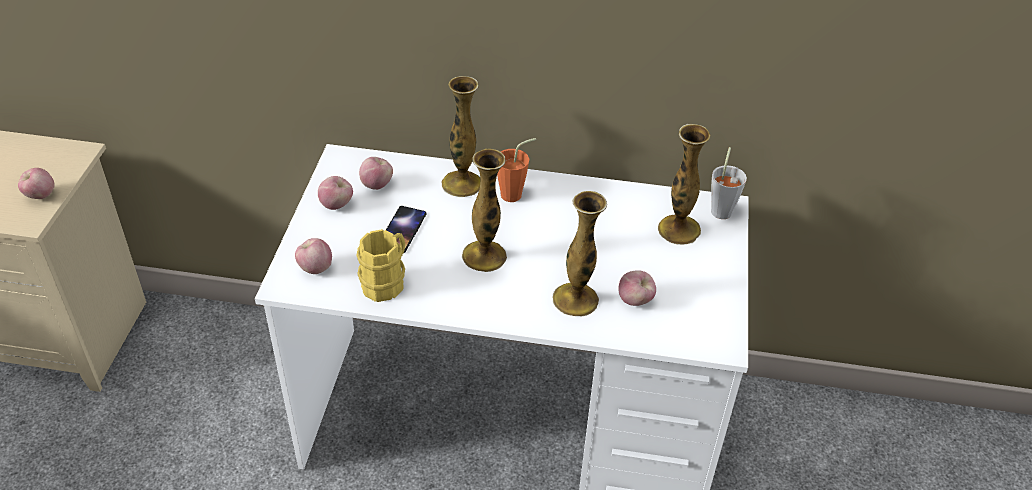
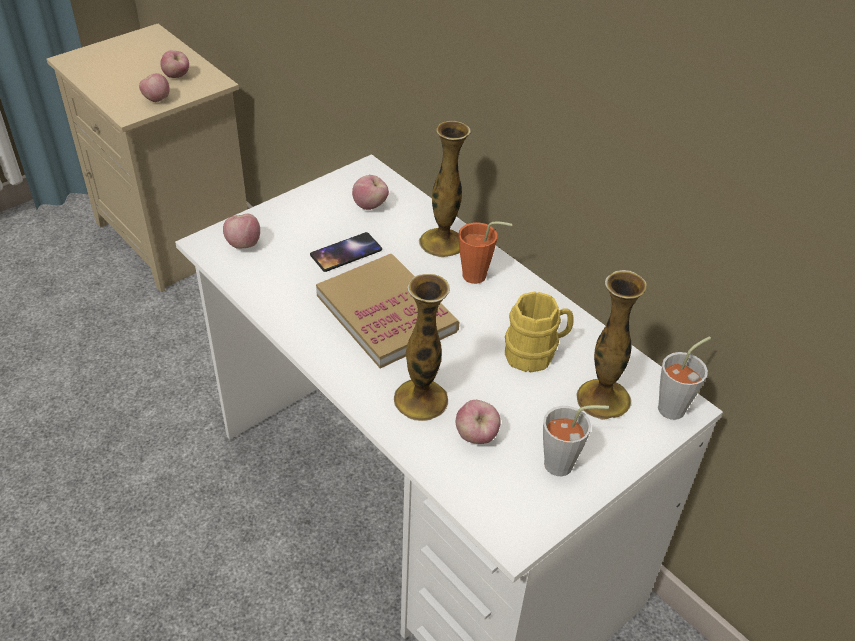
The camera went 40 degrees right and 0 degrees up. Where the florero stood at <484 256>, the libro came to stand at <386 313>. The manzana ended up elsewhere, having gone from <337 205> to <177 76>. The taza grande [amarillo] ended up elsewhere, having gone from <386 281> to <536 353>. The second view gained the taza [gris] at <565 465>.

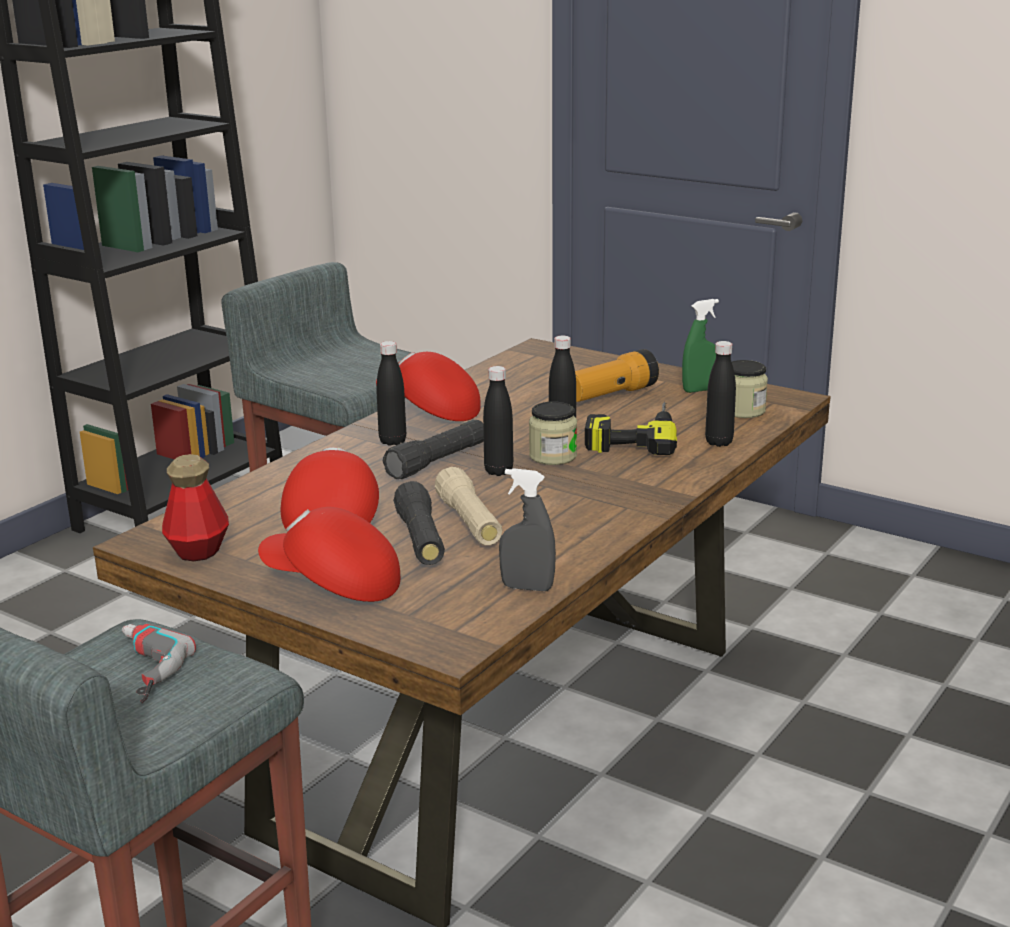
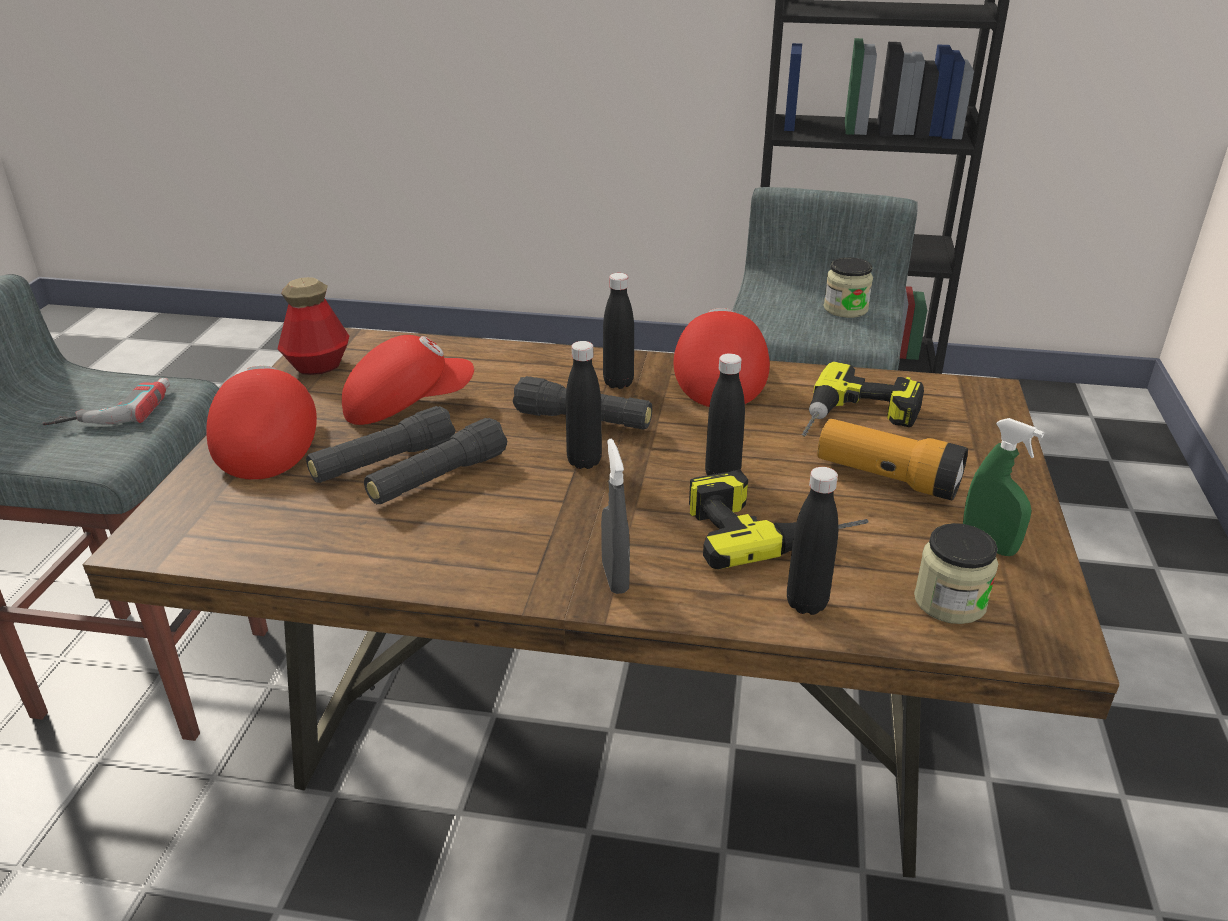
The camera went 65 degrees right and 10 degrees up. The tarro ended up elsewhere, having gone from <553 456> to <845 309>. What was the linterna [beis] at <469 522> turned into the linterna [negro] at <438 478>. The pulverizador [gris] ended up elsewhere, having gone from <527 587> to <615 577>. The second view gained the taladro at <857 420>.

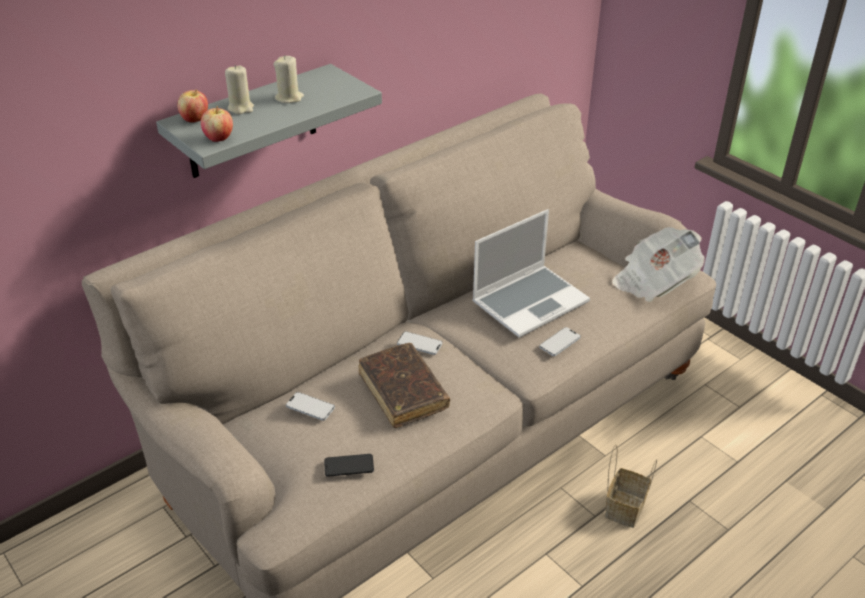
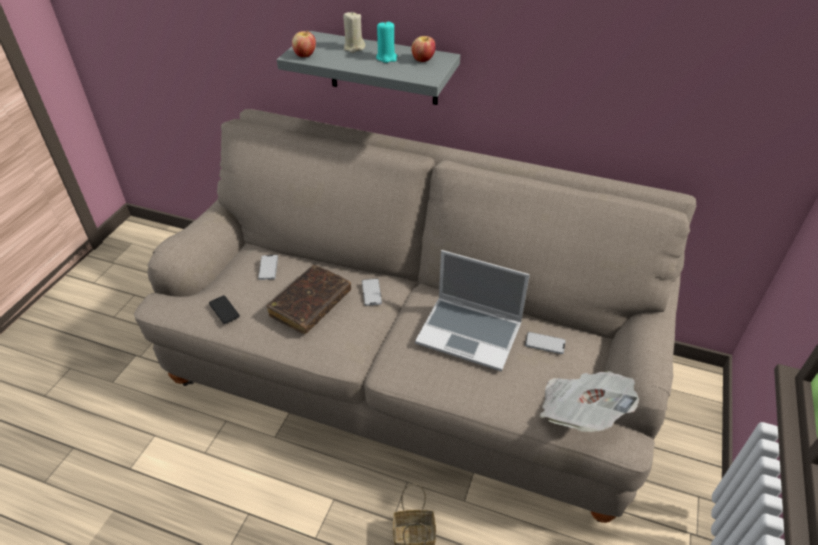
The camera went 60 degrees right and 5 degrees up. What was the vela [beis] at <289 98> turned into the vela [turquesa] at <386 58>. The manzana ended up elsewhere, having gone from <195 119> to <423 60>. The móvil ended up elsewhere, having gone from <559 342> to <545 343>.

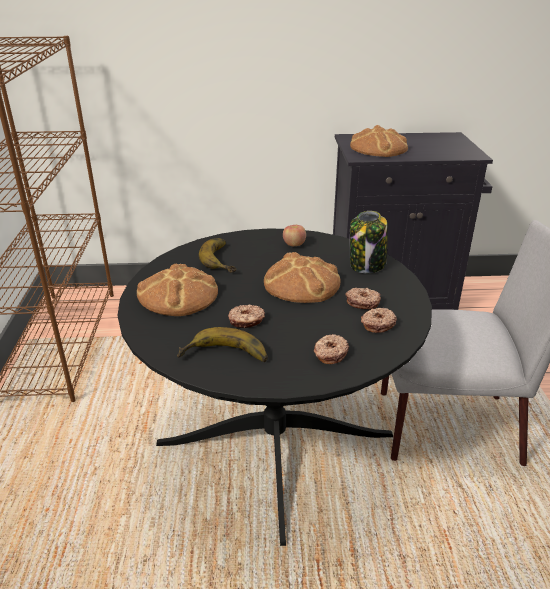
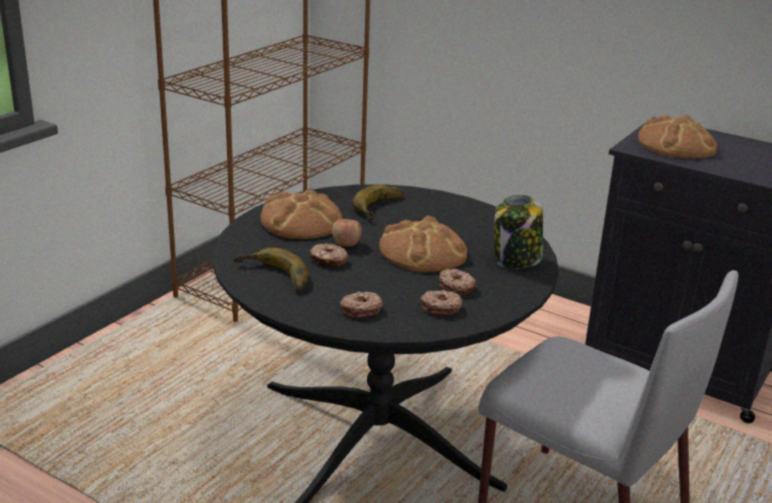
The camera went 35 degrees right and 5 degrees down. The manzana ended up elsewhere, having gone from <294 244> to <346 244>.

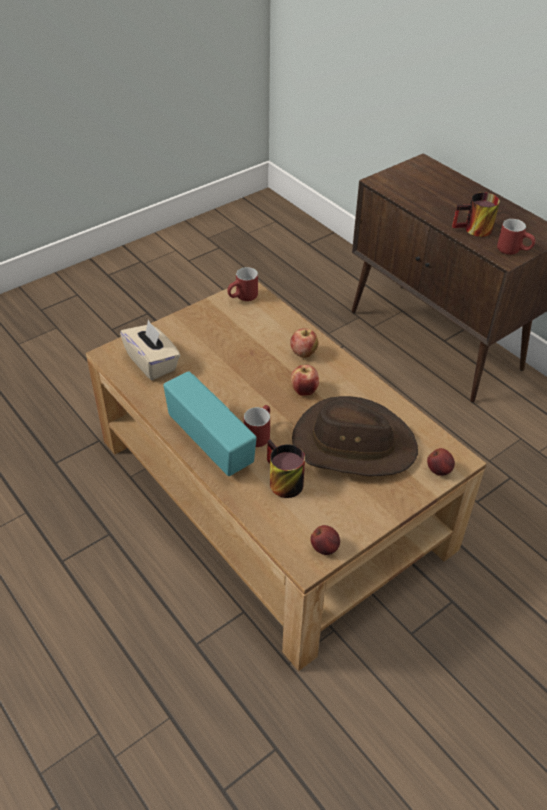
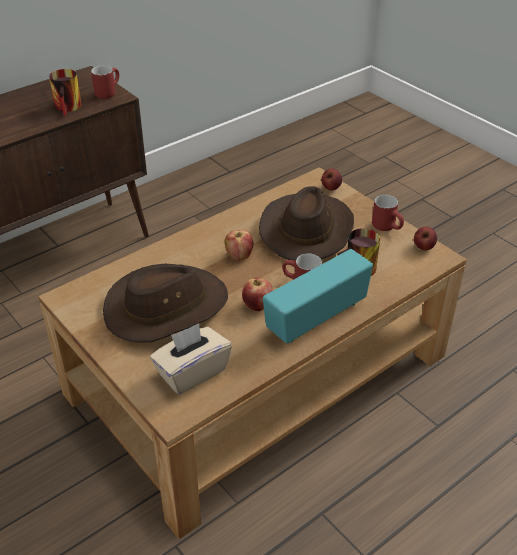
The camera went 90 degrees left and 5 degrees down. The taza grande [rojo] ended up elsewhere, having gone from <243 298> to <388 227>. The manzana ended up elsewhere, having gone from <303 353> to <257 306>. The second view gained the sombrero [marrón] at <165 307>.

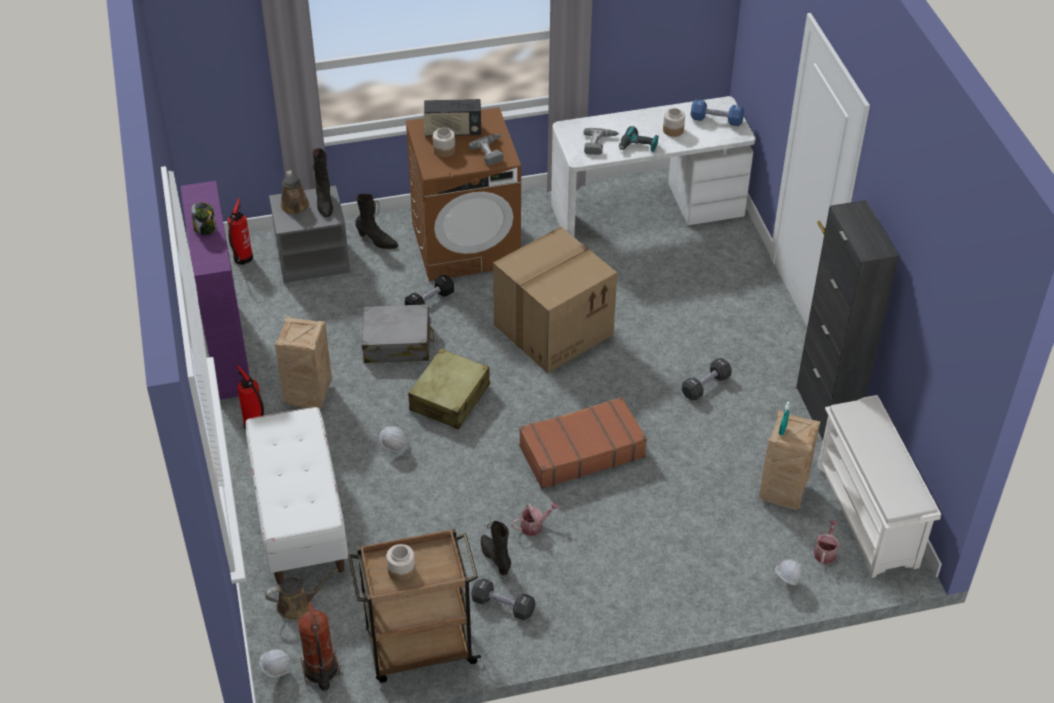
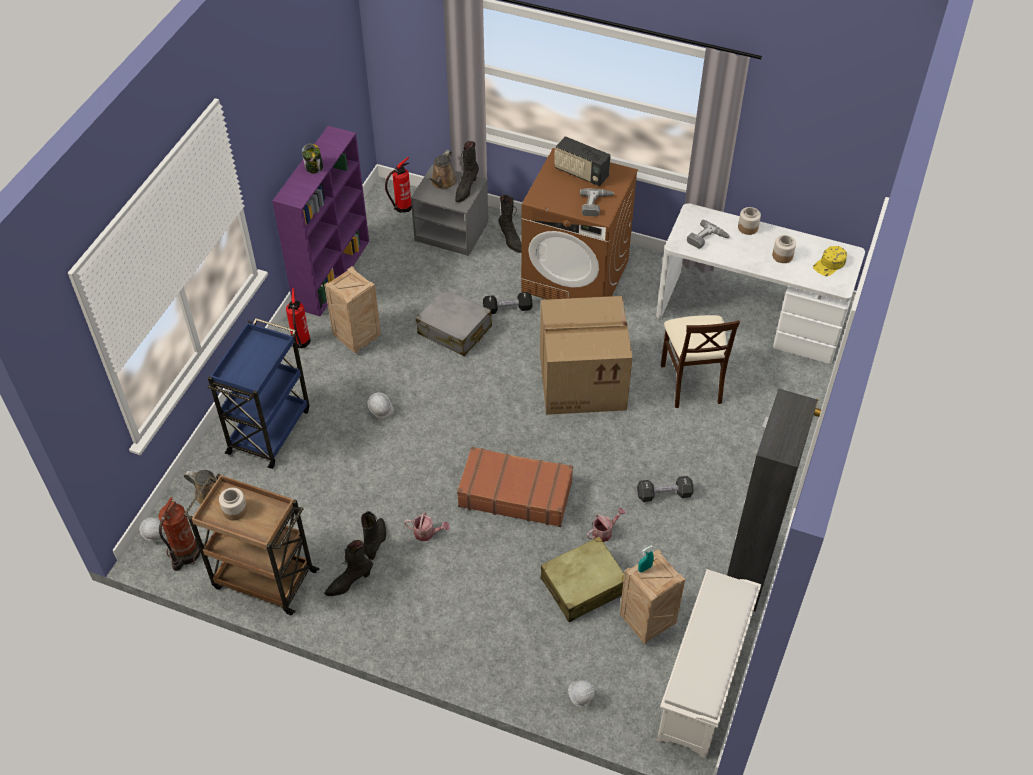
The camera went 35 degrees right and 5 degrees up. Where the mancuerna [azul] stood at <716 120>, the gorra [amarillo] came to stand at <829 264>. The second view lost the taladro at <638 146>. The tarro ended up elsewhere, having gone from <444 150> to <748 227>. The maleta [beis] ended up elsewhere, having gone from <450 398> to <584 586>. Where the banco [blanco] stood at <299 518>, the carrito [azul] came to stand at <270 430>. The regadera ended up elsewhere, having gone from <825 552> to <604 532>. Where the mancuerna [negro] stood at <503 606>, the bota [negro] came to stand at <349 583>. The second view gained the silla [beis] at <692 382>.

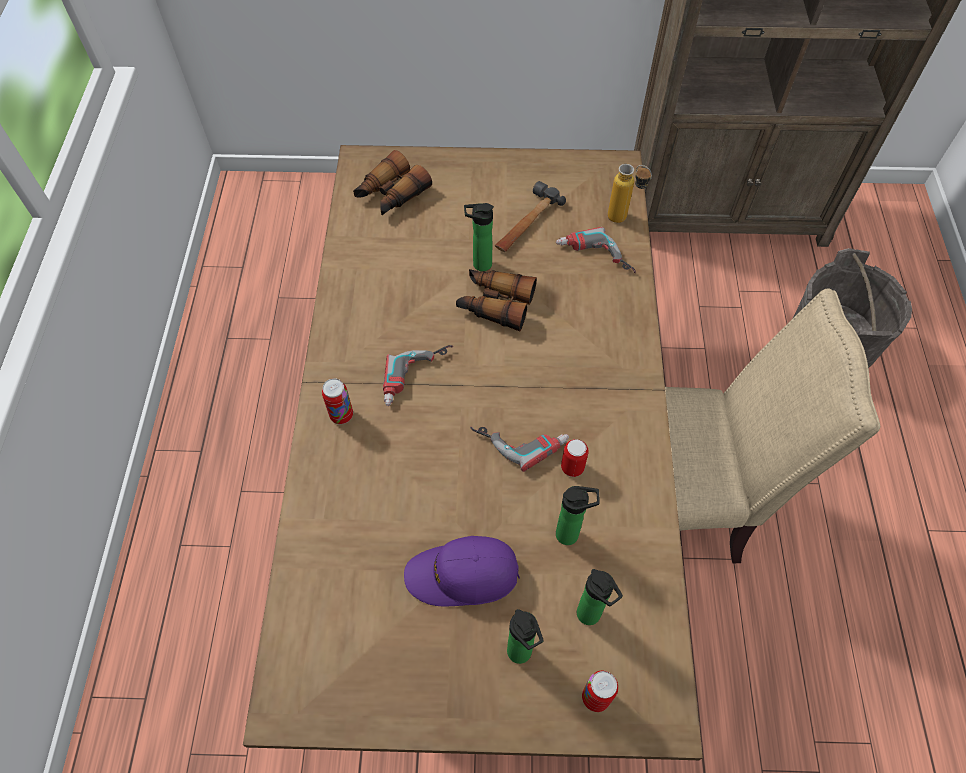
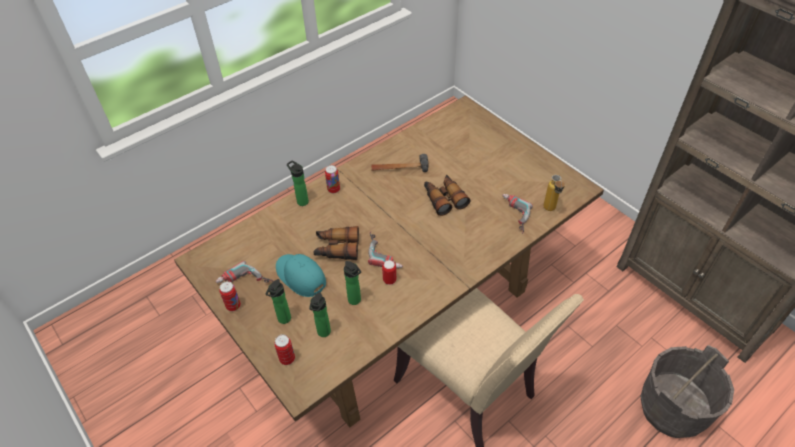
The camera went 50 degrees right and 10 degrees down. The prismáticos ended up elsewhere, having gone from <391 194> to <337 248>. The martillo ended up elsewhere, having gone from <526 223> to <399 168>. The botella ended up elsewhere, having gone from <479 264> to <301 201>. The taladro ended up elsewhere, having gone from <418 378> to <244 283>. What was the gorra [morado] at <462 575> turned into the gorra [turquesa] at <300 276>. The second view gained the lata at <233 306>.

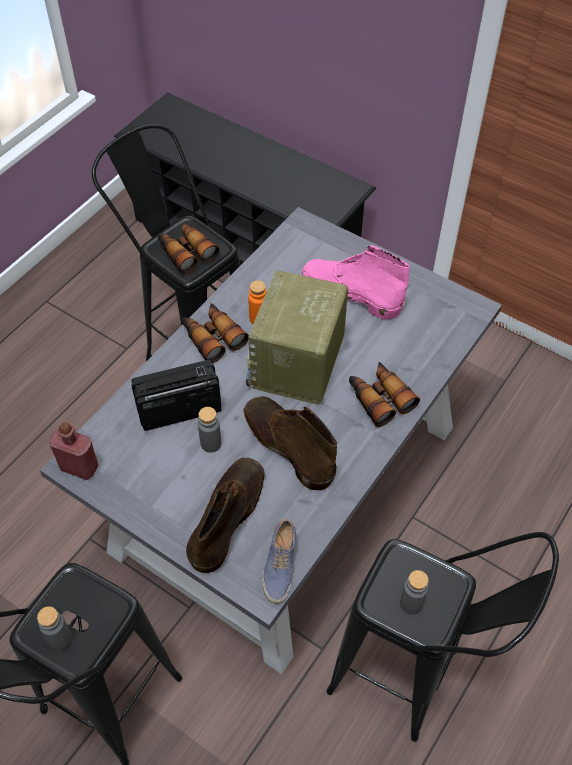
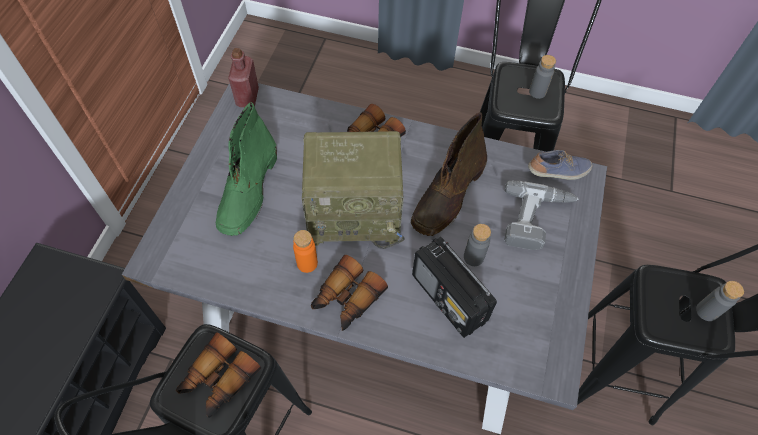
The camera went 110 degrees left and 5 degrees up. What was the bota [rosa] at <350 293> turned into the bota [verde] at <248 191>. The botella [rojo] ended up elsewhere, having gone from <79 467> to <247 97>. Where the bota [marrón] stood at <227 516>, the taladro came to stand at <537 220>.

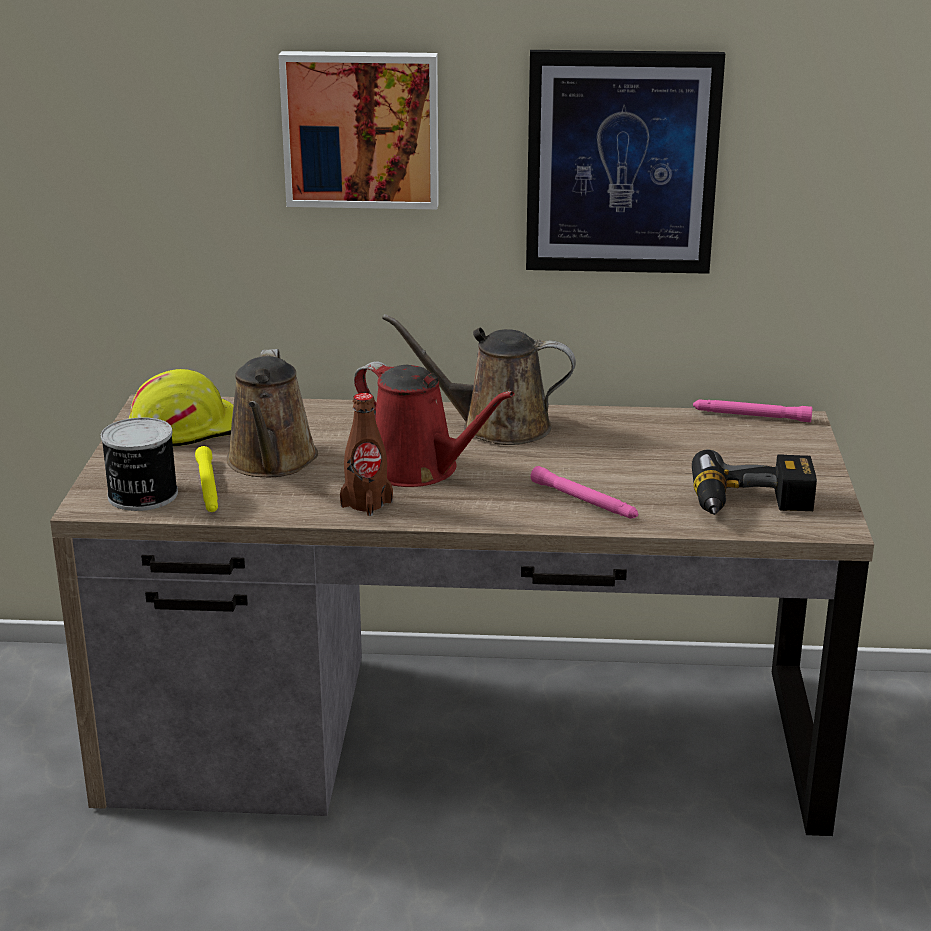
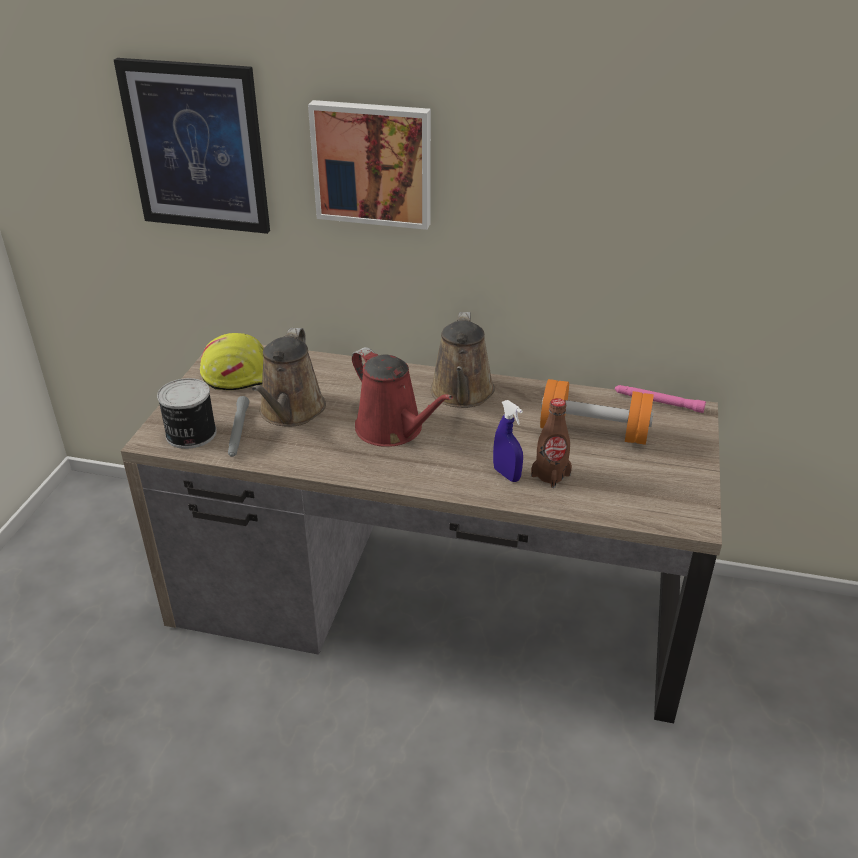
The camera went 10 degrees right and 10 degrees up. The cuadro ended up elsewhere, having gone from <621 163> to <196 147>. The regadera [marrón] at <496 427> ended up facing another way, 105 degrees counterclockwise from before. The botella [marrón] ended up elsewhere, having gone from <366 504> to <550 475>. What was the linterna [amarillo] at <208 487> turned into the linterna [gris] at <238 431>. The second view lost the taladro at <751 505>. Where the linterna [rosa] stood at <584 501>, the pulverizador [azul] came to stand at <506 474>. The second view gained the mancuerna [naranja] at <593 432>.

